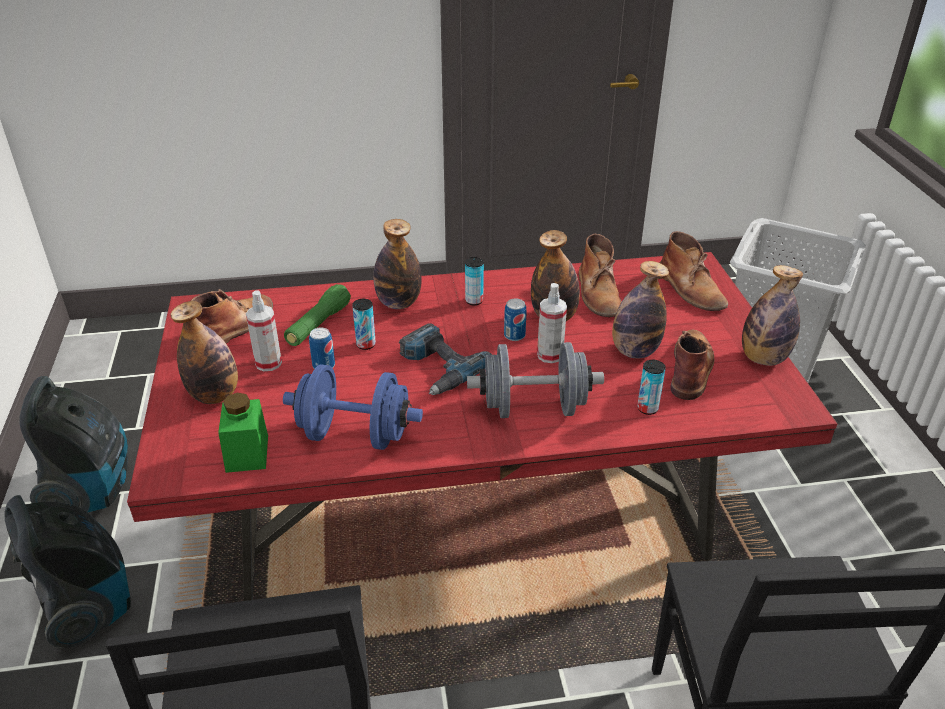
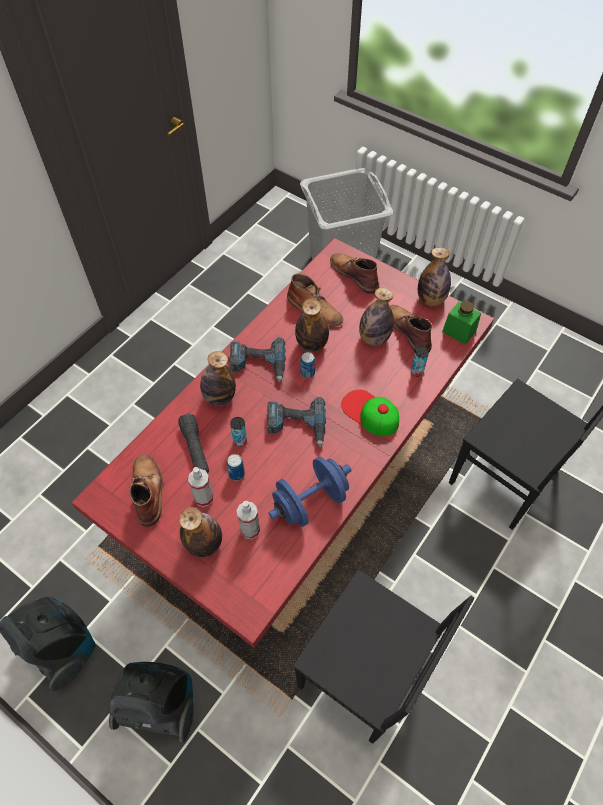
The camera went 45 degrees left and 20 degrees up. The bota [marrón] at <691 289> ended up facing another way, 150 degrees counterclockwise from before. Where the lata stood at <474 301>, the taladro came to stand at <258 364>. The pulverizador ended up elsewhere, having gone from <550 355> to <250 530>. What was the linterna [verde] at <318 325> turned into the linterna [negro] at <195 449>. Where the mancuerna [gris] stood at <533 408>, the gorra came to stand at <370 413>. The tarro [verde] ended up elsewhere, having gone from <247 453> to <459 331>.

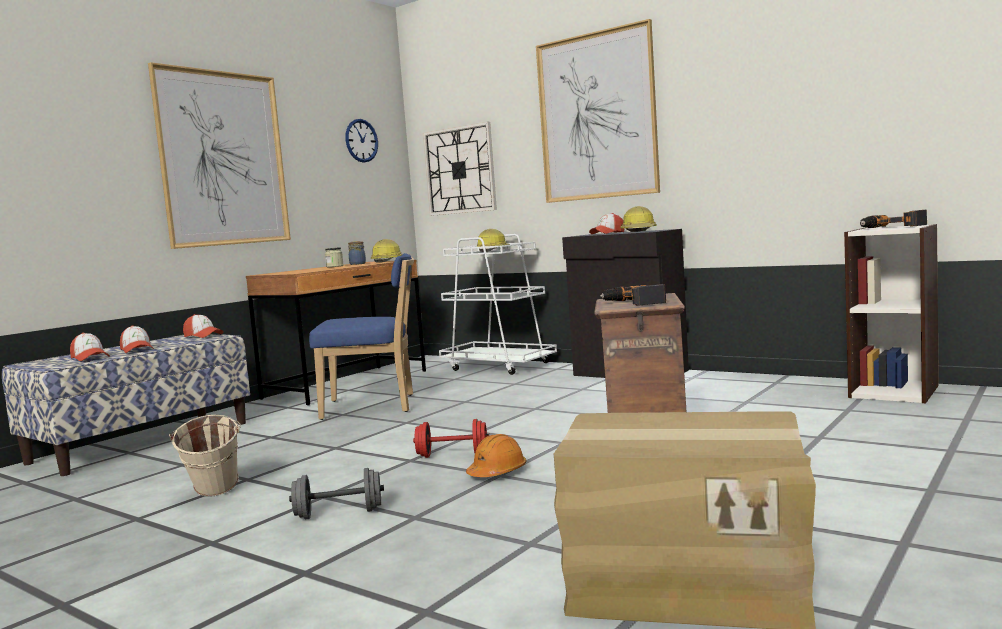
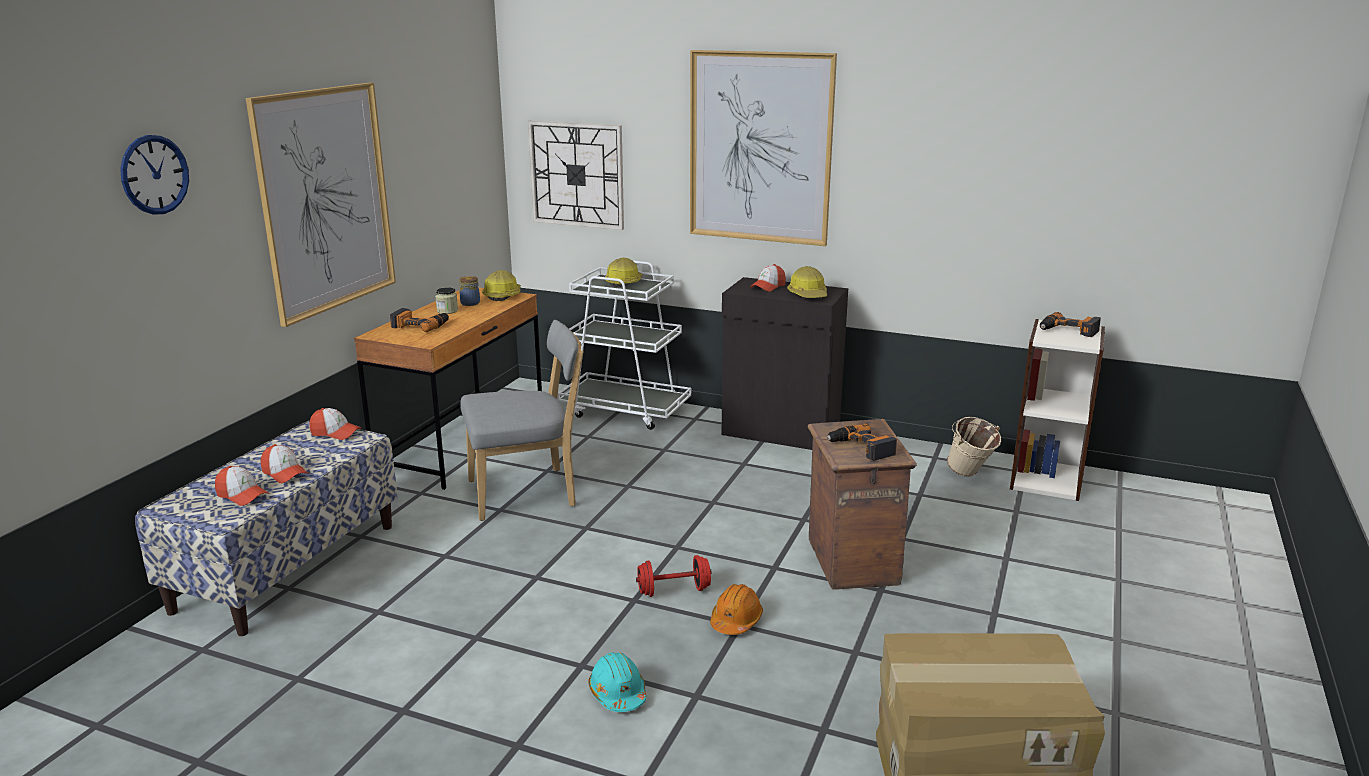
The camera went 15 degrees left and 15 degrees up. The reloj de pared ended up elsewhere, having gone from <361 140> to <154 174>. What was the silla [azul] at <374 406> turned into the silla [gris] at <527 493>. The cubo [beis] ended up elsewhere, having gone from <213 495> to <969 475>. Where the mancuerna [gris] stood at <339 514>, the casco [turquesa] came to stand at <617 693>. The second view gained the taladro at <420 325>.

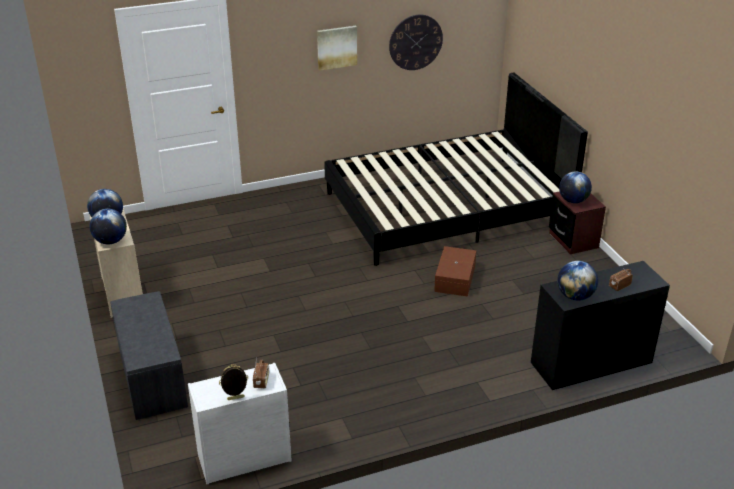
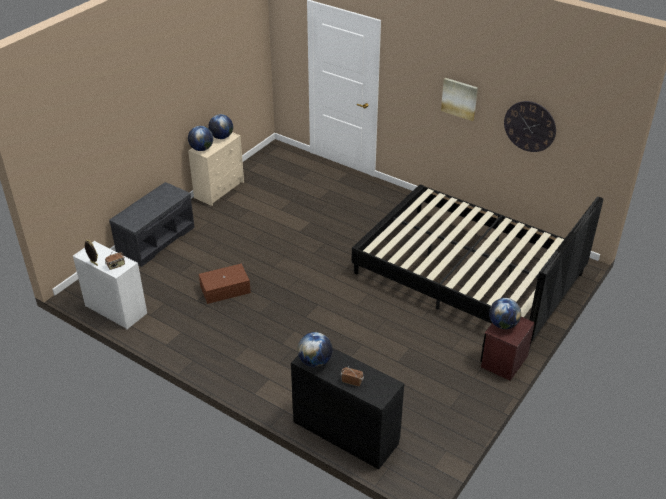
The camera went 55 degrees right and 5 degrees up. The caja de almacenaje [marrón] ended up elsewhere, having gone from <454 279> to <224 289>.

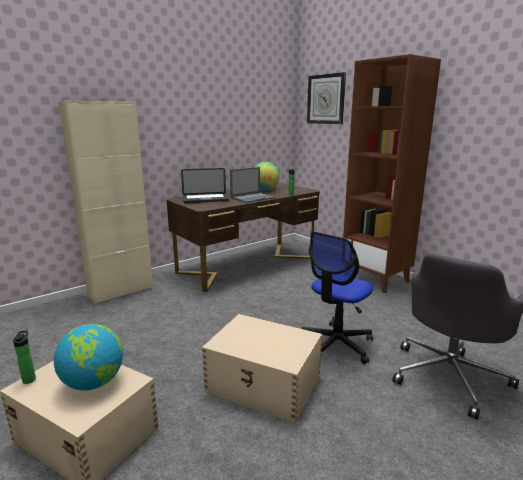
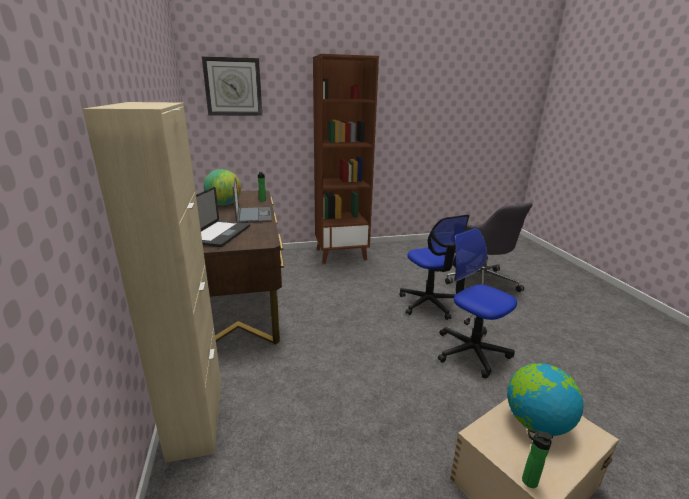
The camera went 65 degrees left and 5 degrees up. Where the caja de almacenaje [beis] stood at <264 384>, the silla de oficina came to stand at <471 351>.

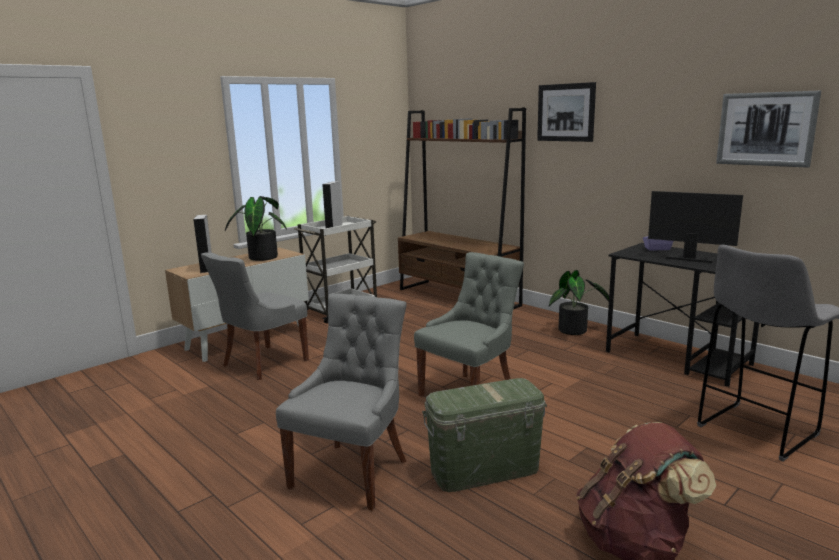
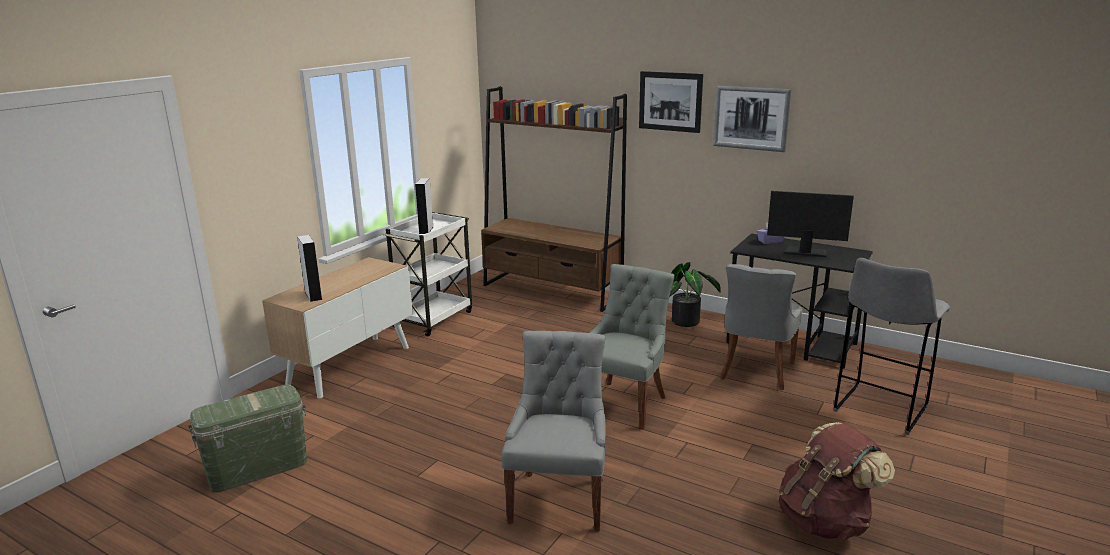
The camera went 15 degrees left and 5 degrees up. The cuadro ended up elsewhere, having gone from <766 129> to <751 118>. The second view lost the planta en maceta at <261 257>. The silla [gris] ended up elsewhere, having gone from <263 363> to <755 371>. The caja de almacenaje [verde] ended up elsewhere, having gone from <484 470> to <258 468>.

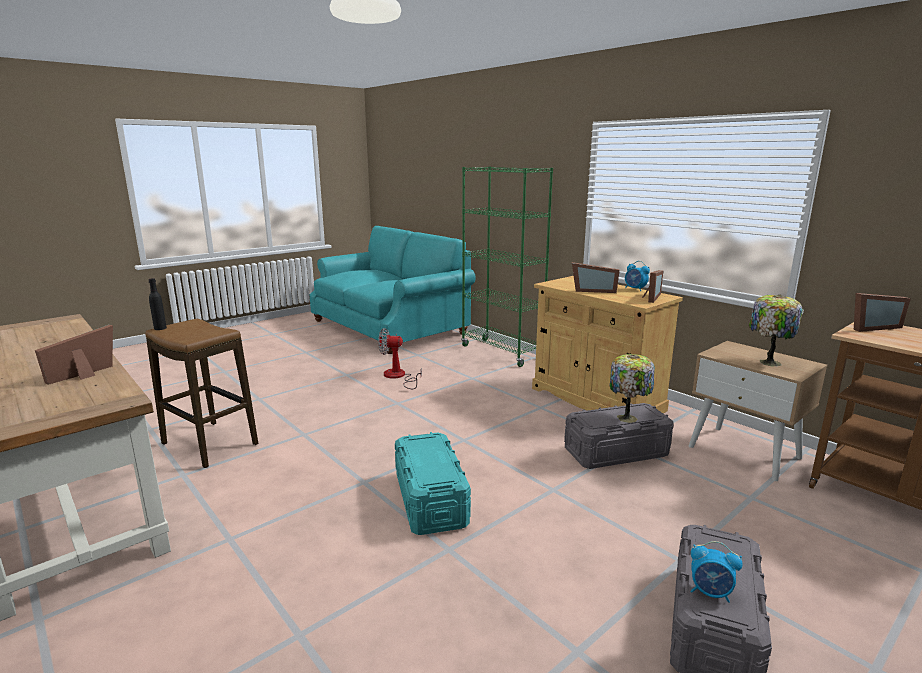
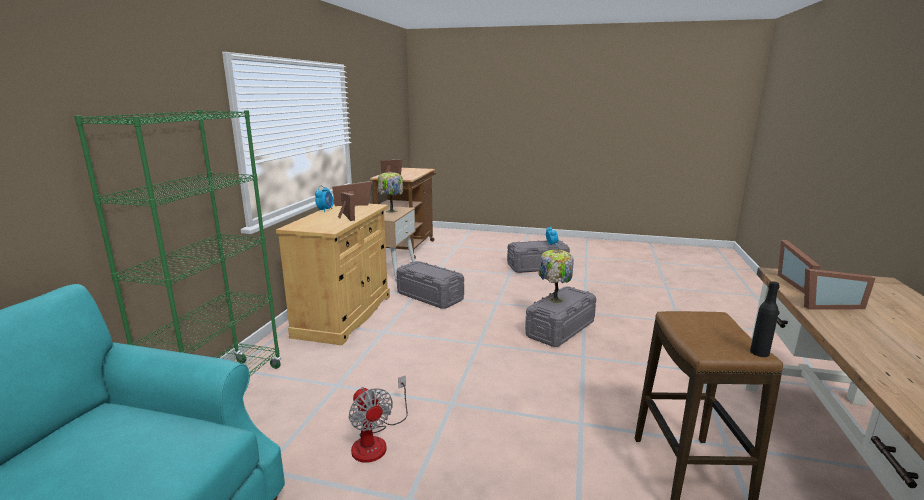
The camera went 125 degrees left and 0 degrees up. The lámpara de mesa ended up elsewhere, having gone from <628 418> to <554 299>. What was the caja de almacenaje [turquesa] at <430 500> turned into the caja de almacenaje [gris] at <560 329>. The second view gained the portarretratos at <798 283>.

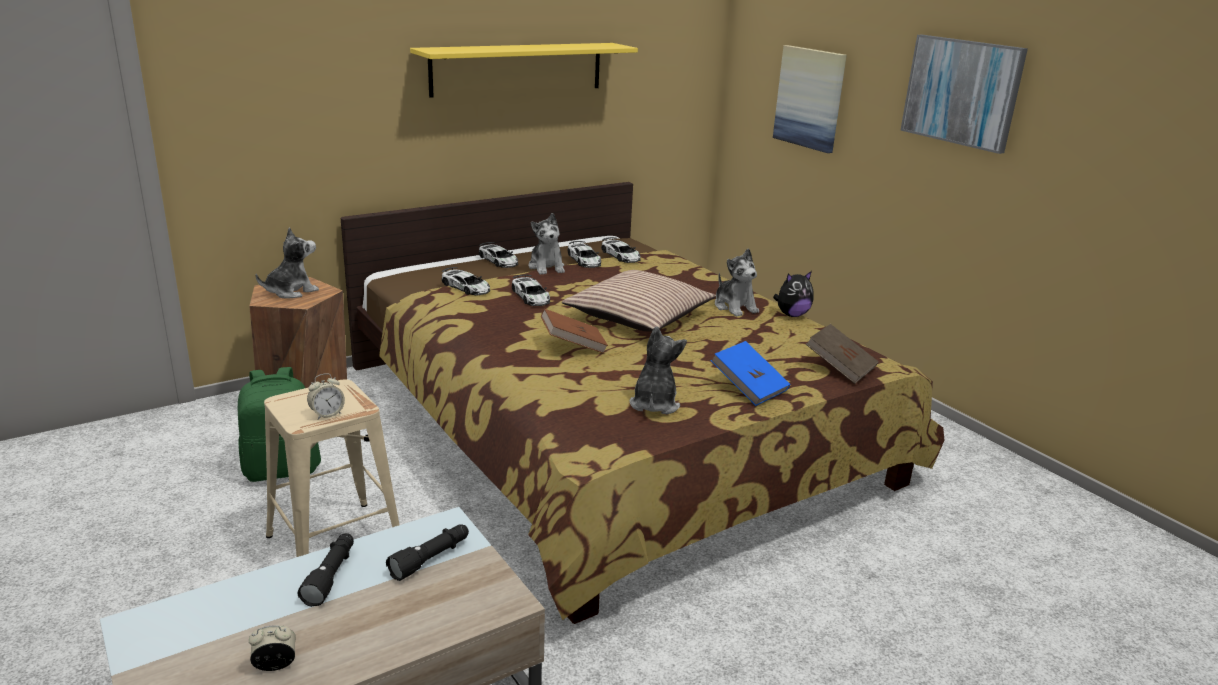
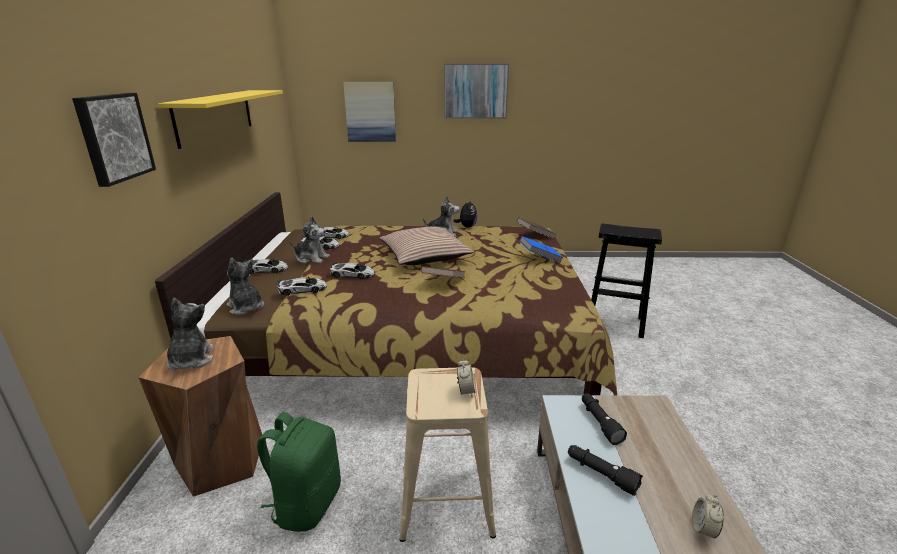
The camera went 55 degrees left and 0 degrees up. The peluche ended up elsewhere, having gone from <654 404> to <246 307>. The second view gained the cuadro at <113 137>. The second view gained the taburete [negro] at <613 323>.

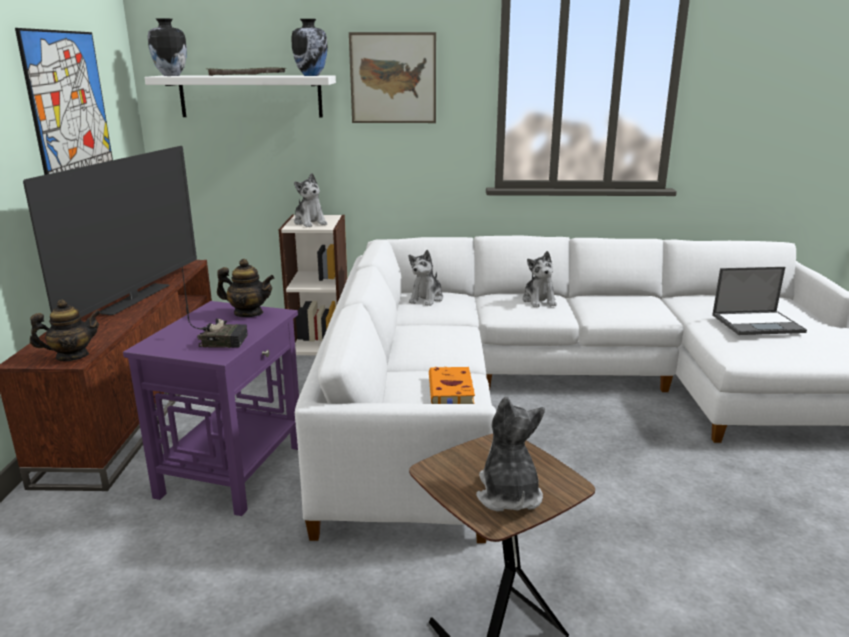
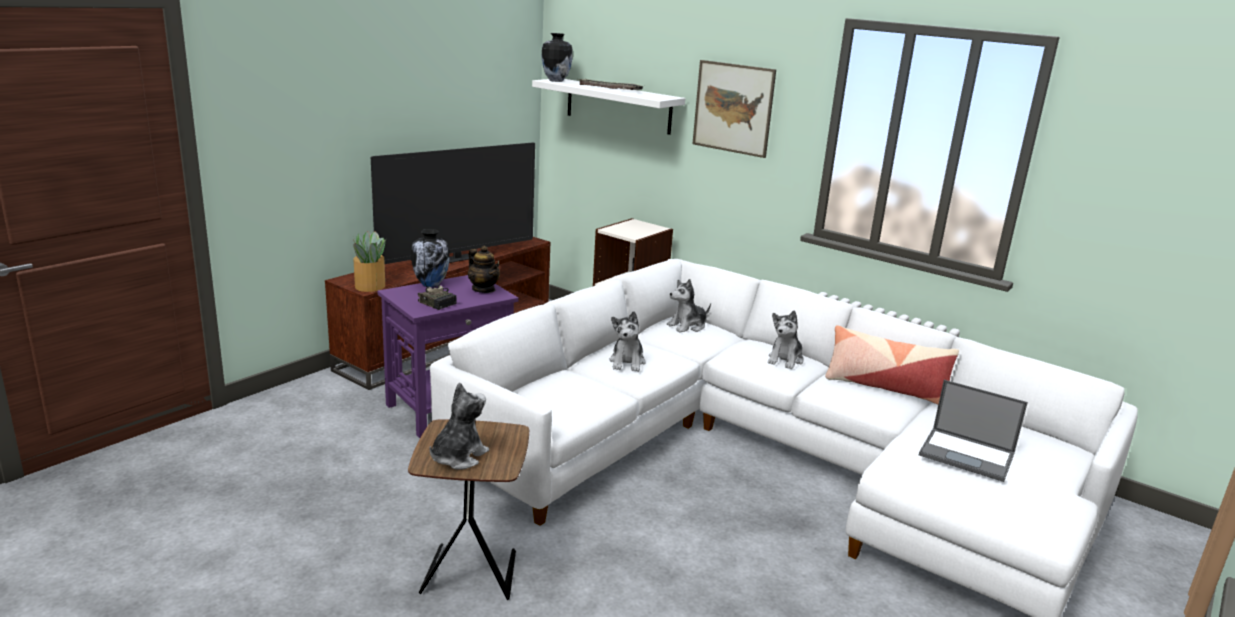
The camera went 35 degrees right and 0 degrees up. The florero ended up elsewhere, having gone from <311 75> to <431 284>. The second view lost the cuadro at <69 103>. The peluche ended up elsewhere, having gone from <310 222> to <627 362>. Where the tetera stood at <72 356>, the planta en maceta came to stand at <369 286>. The second view lost the libro [naranja] at <451 391>. The second view gained the cojín at <885 387>.

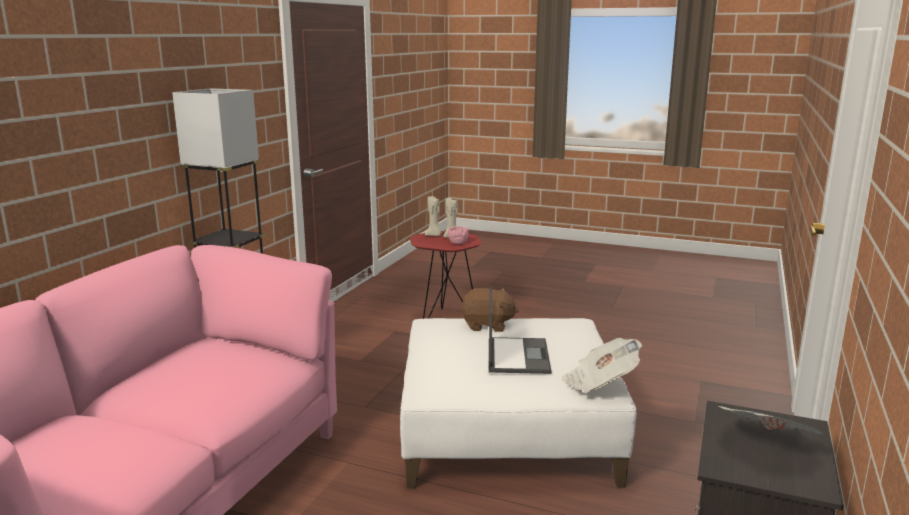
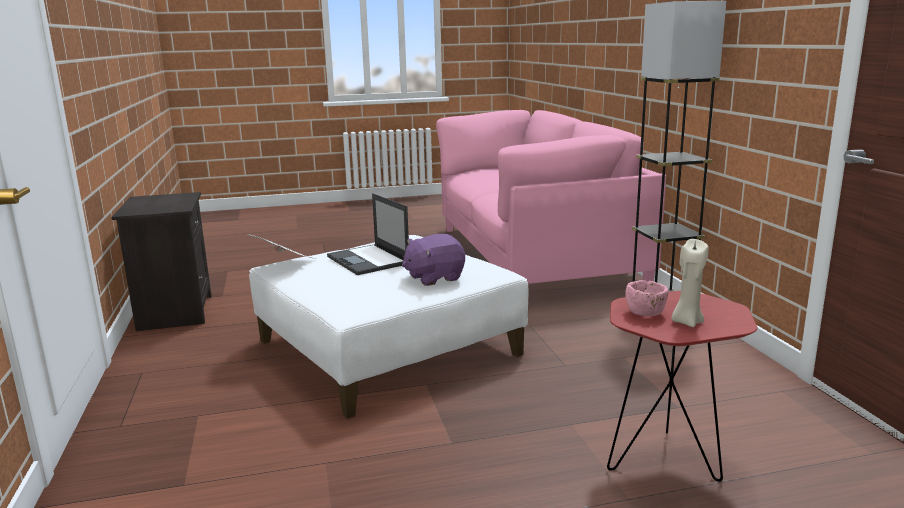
The camera went 145 degrees right and 0 degrees up. The second view lost the vela [beis] at <434 235>. What was the peluche [marrón] at <487 325> turned into the peluche [morado] at <434 278>. The second view lost the periódico at <767 444>.

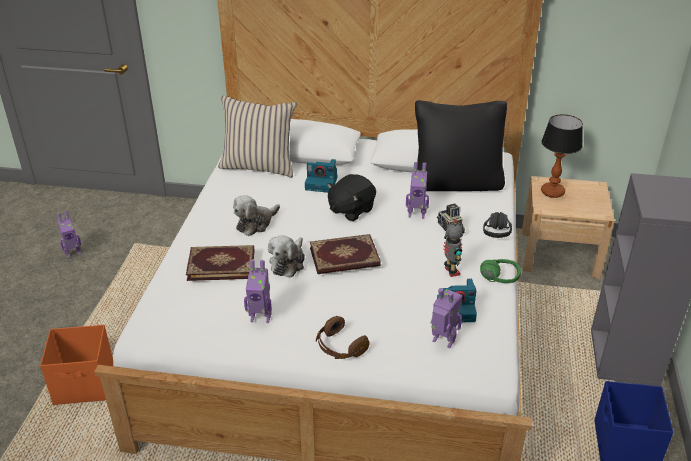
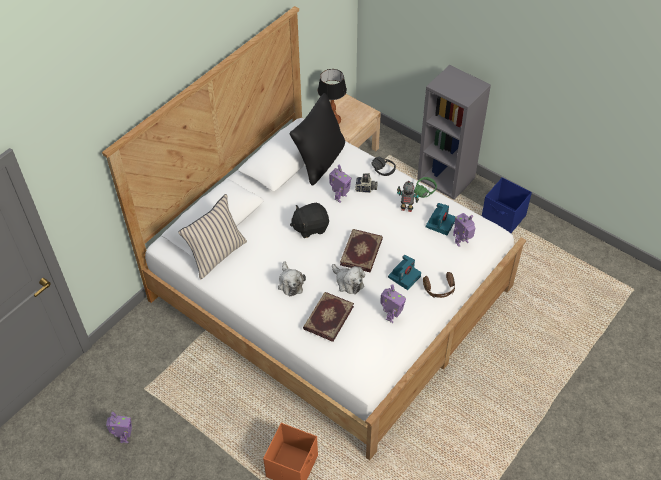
The camera went 60 degrees left and 15 degrees up. The cámara ended up elsewhere, having gone from <322 183> to <404 276>. The peluche [negro] at <350 210> ended up facing another way, 90 degrees clockwise from before.

